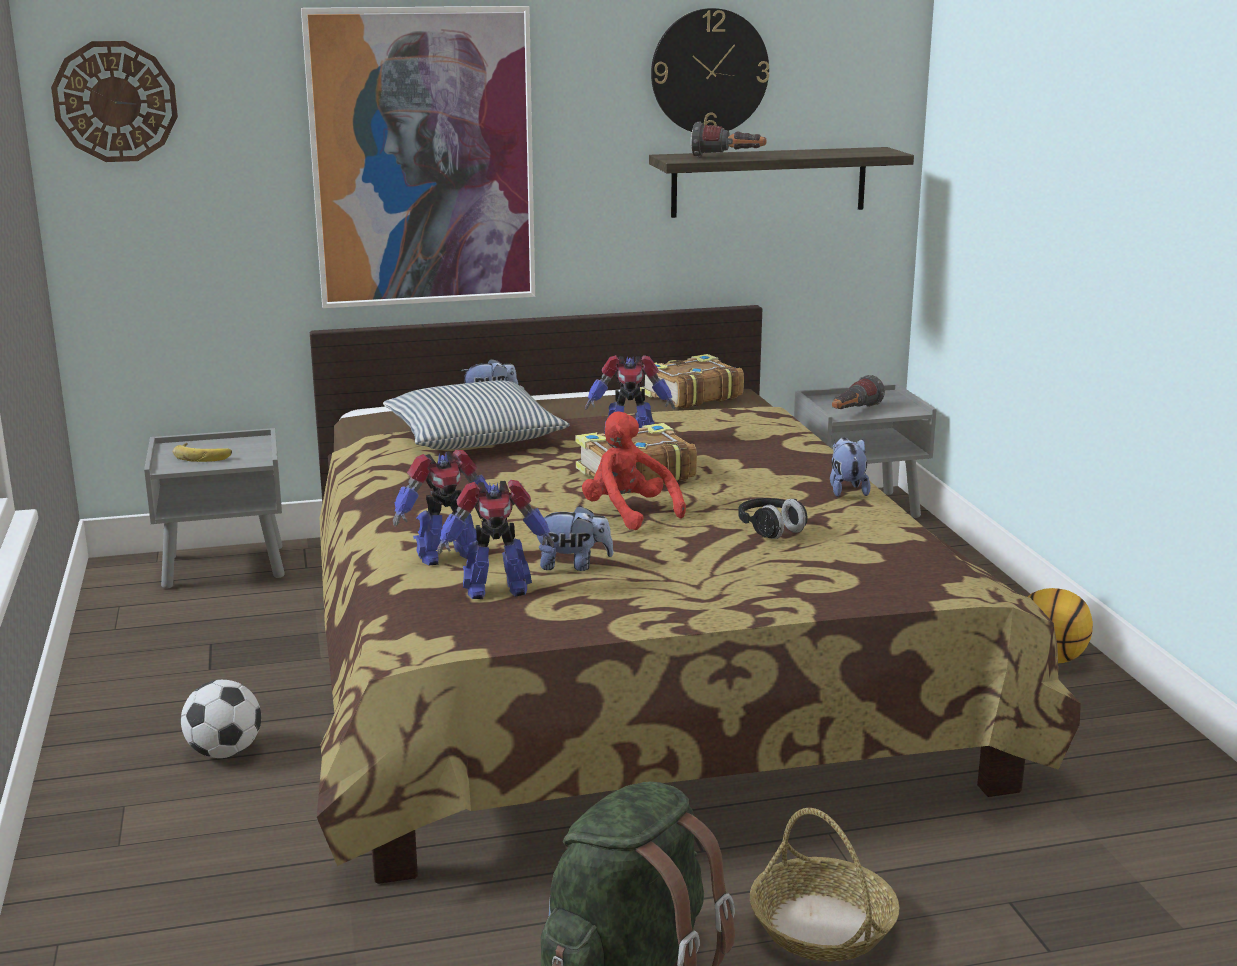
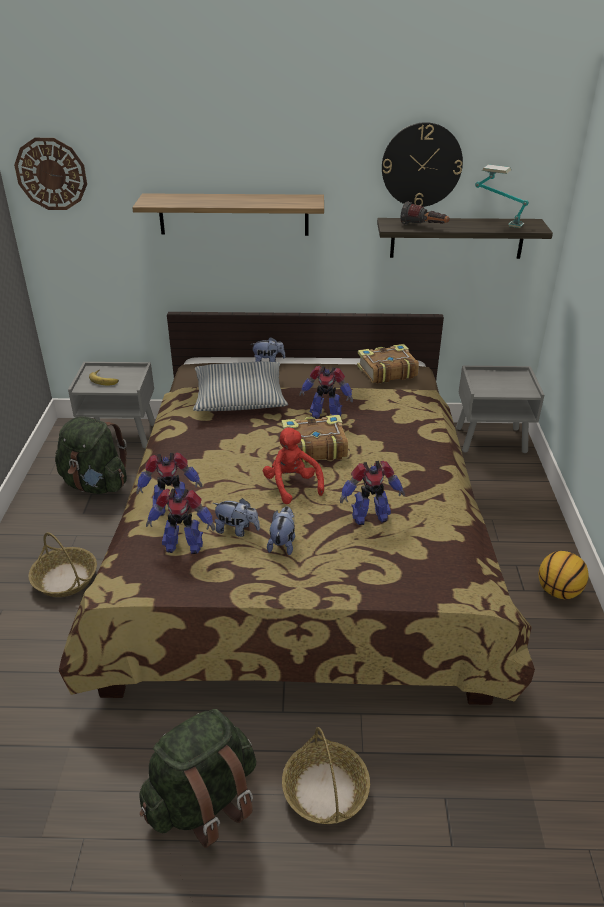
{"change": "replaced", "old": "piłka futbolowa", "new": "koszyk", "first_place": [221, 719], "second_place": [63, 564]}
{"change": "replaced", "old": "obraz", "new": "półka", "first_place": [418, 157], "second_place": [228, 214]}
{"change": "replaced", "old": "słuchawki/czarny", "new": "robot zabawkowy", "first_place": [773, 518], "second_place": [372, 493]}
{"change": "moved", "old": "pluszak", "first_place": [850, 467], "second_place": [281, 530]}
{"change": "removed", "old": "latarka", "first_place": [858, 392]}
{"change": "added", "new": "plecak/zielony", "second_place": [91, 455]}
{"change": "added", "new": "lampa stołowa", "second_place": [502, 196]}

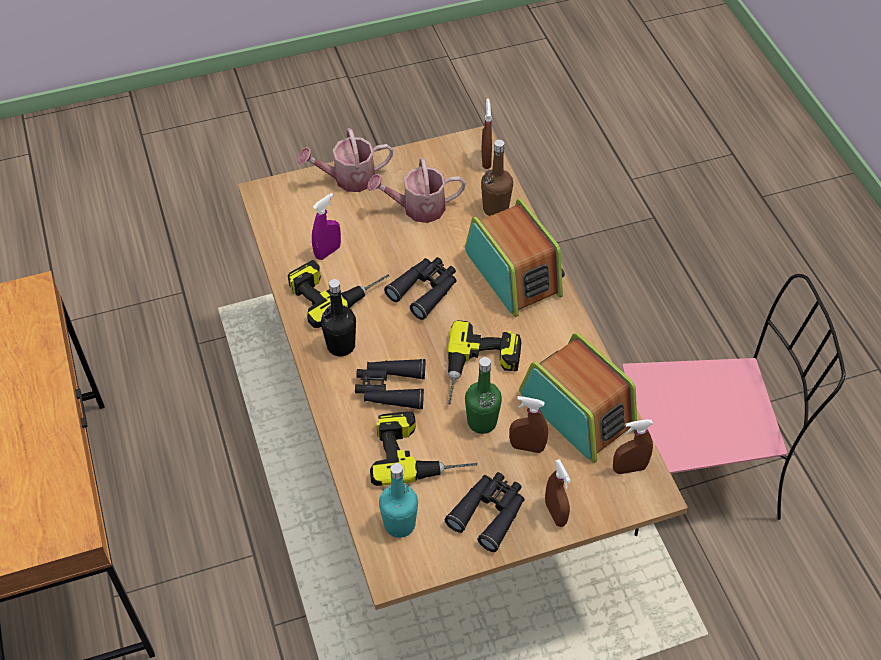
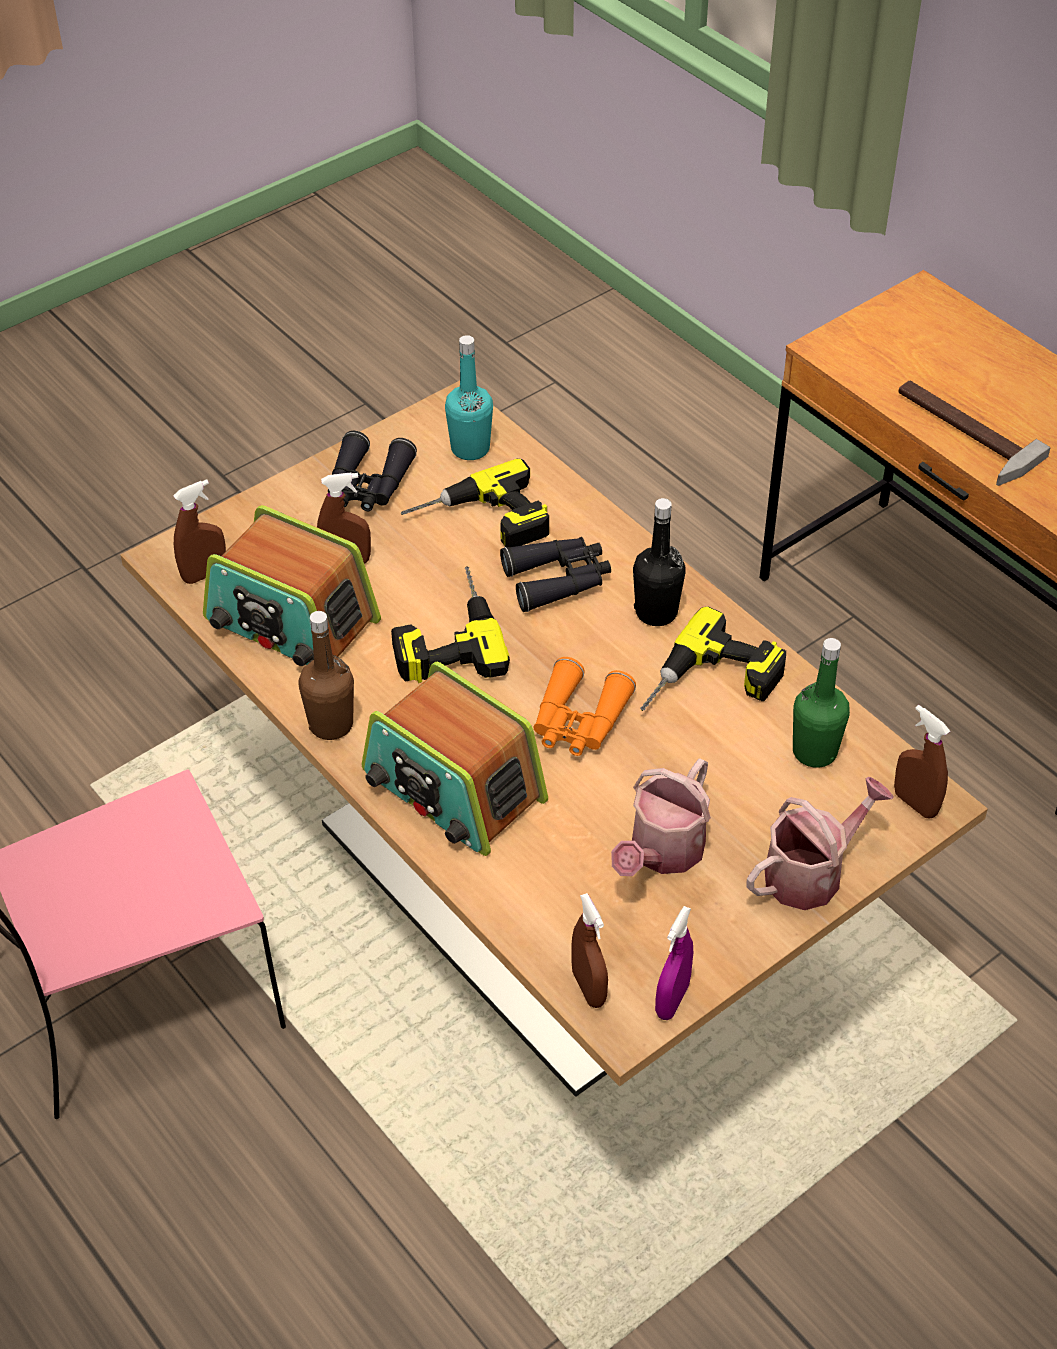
{"change": "moved", "old": "spryskiwacz/fioletowy", "first_place": [326, 226], "second_place": [674, 963]}
{"change": "turned", "old": "konewka", "first_place": [416, 190], "second_place": [661, 817], "degrees": 150}
{"change": "recoloured", "old": "lornetka/czarny", "new": "lornetka/pomarańczowy", "first_place": [420, 288], "second_place": [584, 706]}
{"change": "moved", "old": "butelka/zielony", "first_place": [483, 395], "second_place": [821, 703]}
{"change": "moved", "old": "butelka/brązowy", "first_place": [497, 178], "second_place": [326, 675]}
{"change": "moved", "old": "spryskiwacz/brązowy", "first_place": [558, 493], "second_place": [922, 761]}
{"change": "added", "new": "młotek", "second_place": [974, 433]}

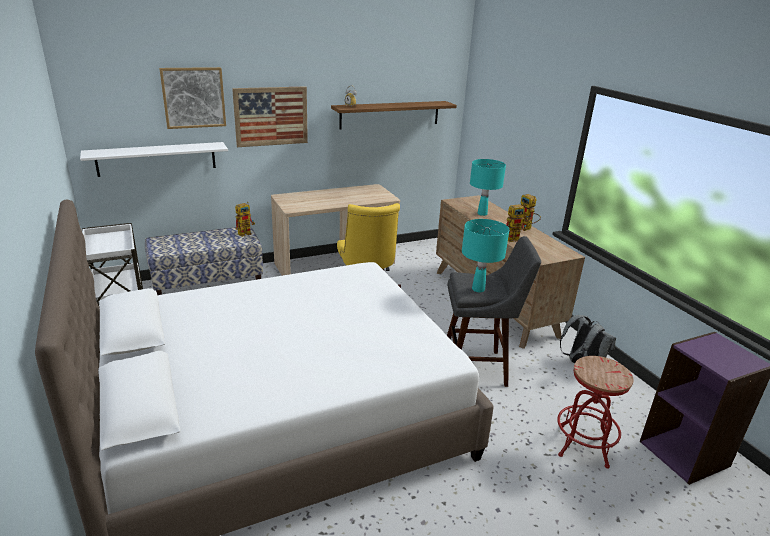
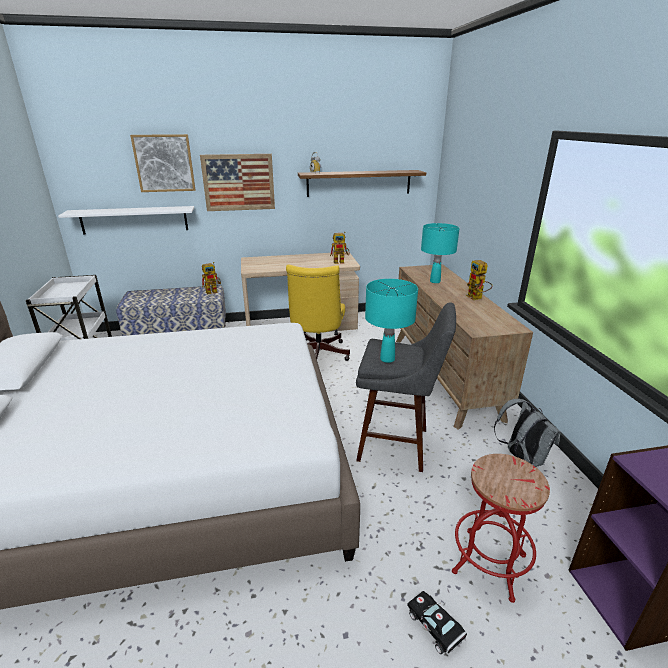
{"change": "moved", "old": "robot zabawkowy", "first_place": [516, 223], "second_place": [339, 248]}
{"change": "added", "new": "samochodzik/czarny", "second_place": [437, 622]}

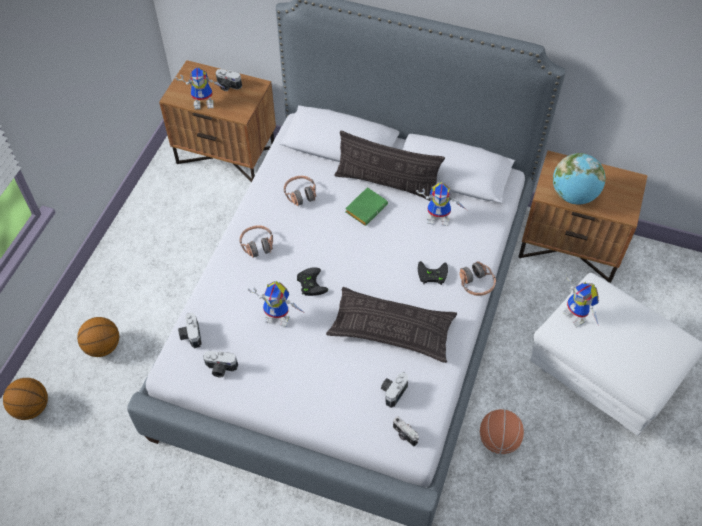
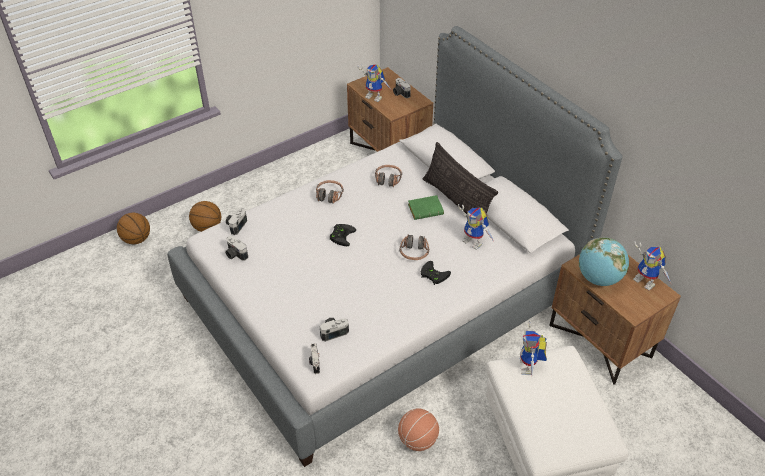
{"change": "moved", "old": "robot zabawkowy", "first_place": [275, 304], "second_place": [652, 266]}
{"change": "removed", "old": "poduszka", "first_place": [391, 325]}
{"change": "moved", "old": "słuchawki", "first_place": [477, 278], "second_place": [414, 247]}

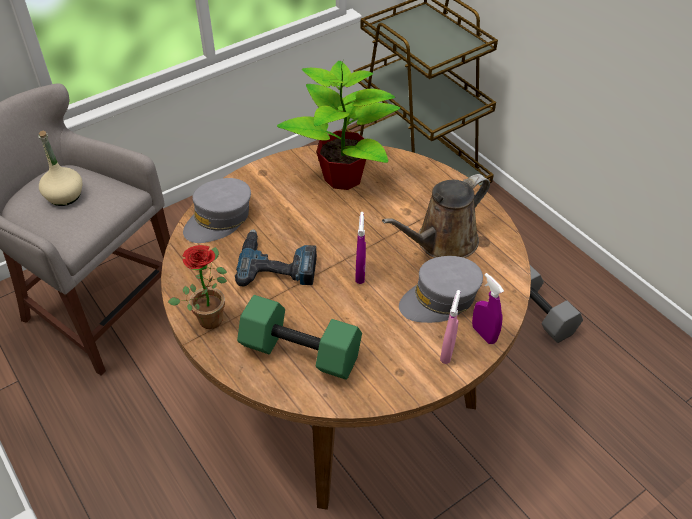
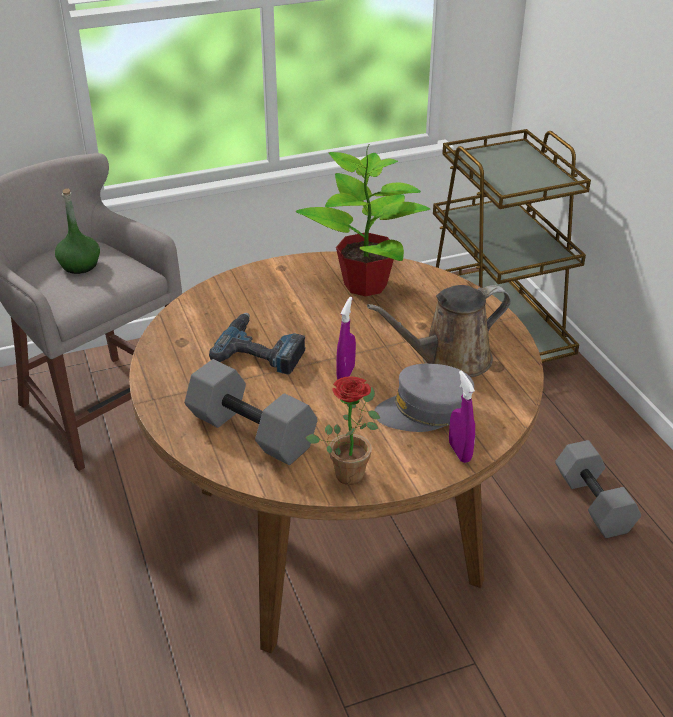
{"change": "recoloured", "old": "butelka/beżowy", "new": "butelka/zielony", "first_place": [60, 168], "second_place": [77, 231]}
{"change": "moved", "old": "roślina doniczkowa", "first_place": [197, 287], "second_place": [343, 430]}
{"change": "removed", "old": "czapka z daszkiem/szary", "first_place": [217, 210]}
{"change": "recoloured", "old": "hantel/zielony", "new": "hantel/szary", "first_place": [299, 337], "second_place": [251, 412]}
{"change": "removed", "old": "spryskiwacz/różowy", "first_place": [450, 327]}

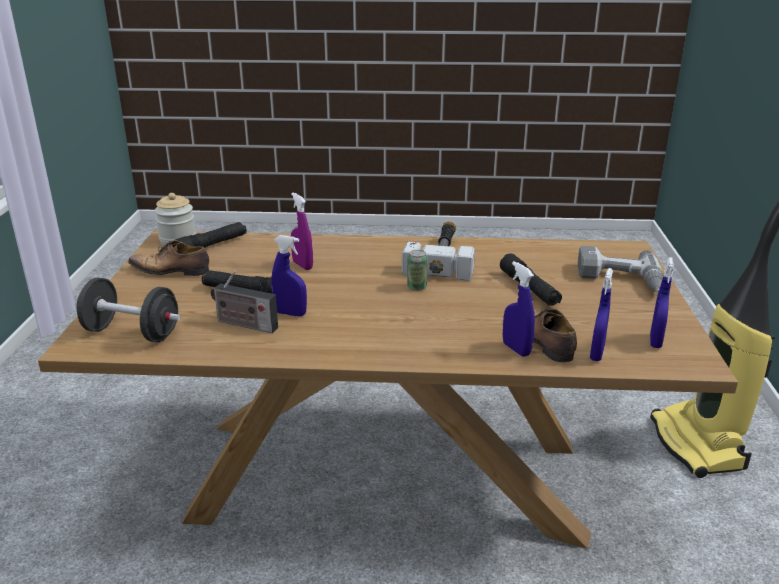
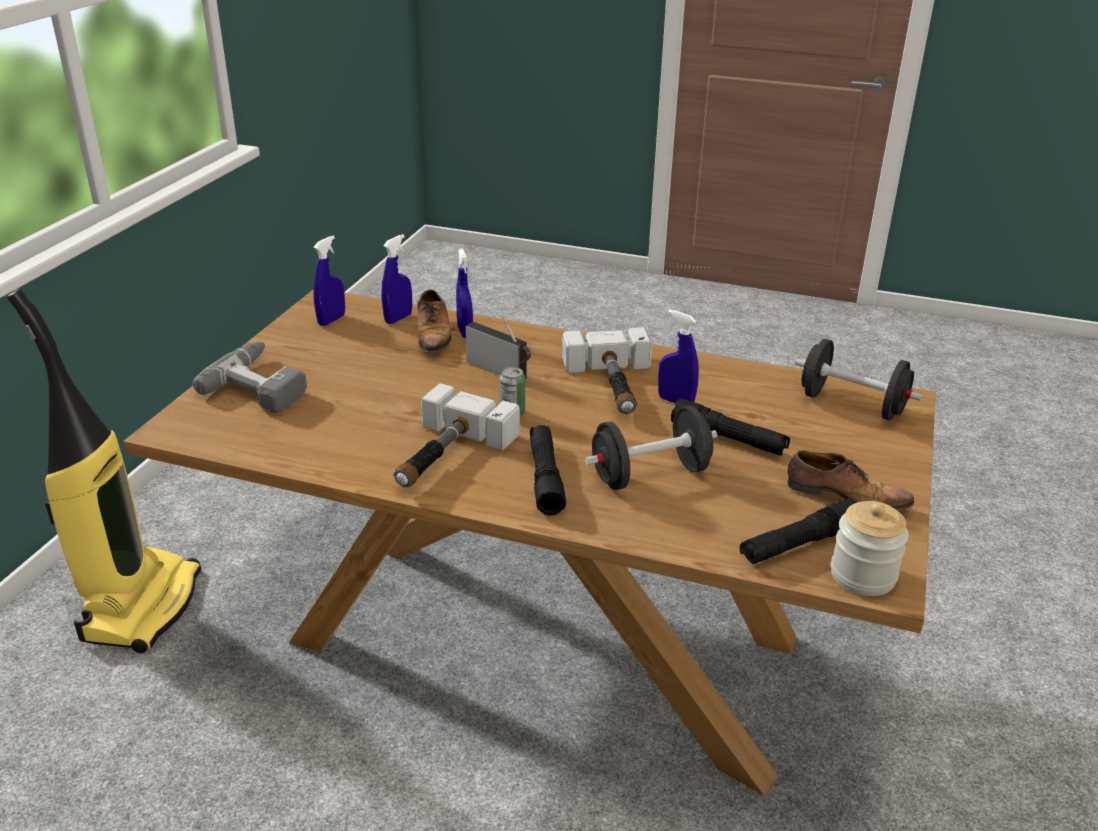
{"change": "moved", "old": "radio", "first_place": [244, 301], "second_place": [498, 347]}
{"change": "replaced", "old": "spryskiwacz/fioletowy", "new": "hantel/czarny", "first_place": [302, 231], "second_place": [651, 448]}
{"change": "moved", "old": "latarka/czarny", "first_place": [531, 279], "second_place": [548, 470]}
{"change": "added", "new": "młotek", "second_place": [607, 371]}

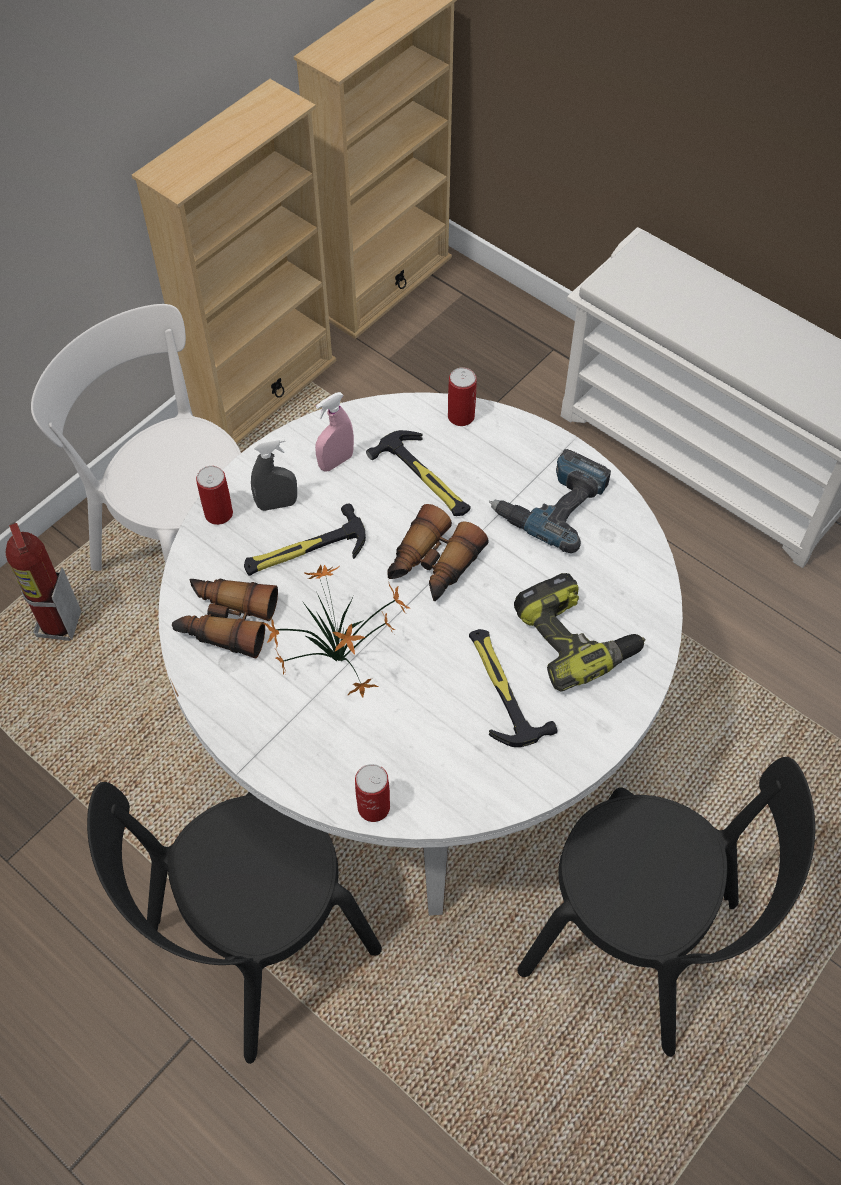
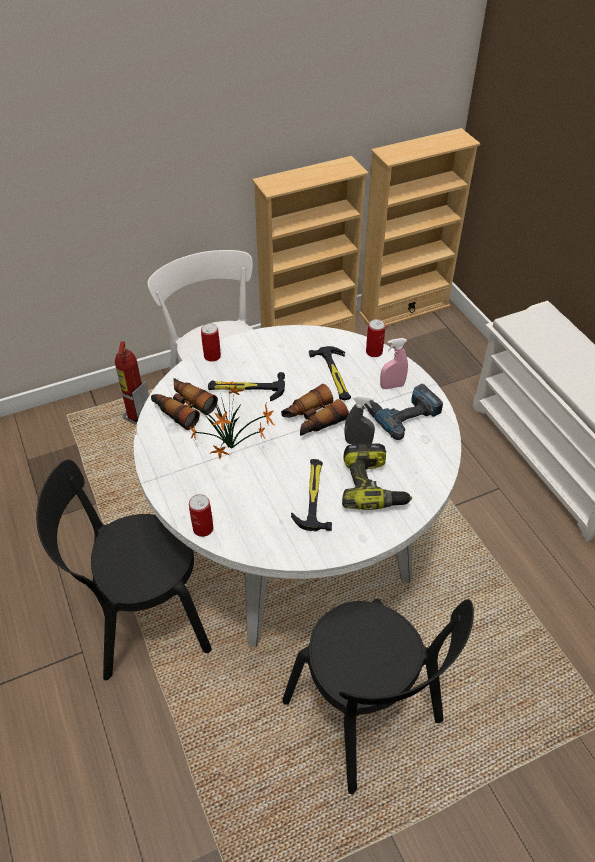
{"change": "moved", "old": "spryskiwacz/szary", "first_place": [274, 474], "second_place": [360, 419]}
{"change": "moved", "old": "spryskiwacz/różowy", "first_place": [334, 432], "second_place": [394, 363]}

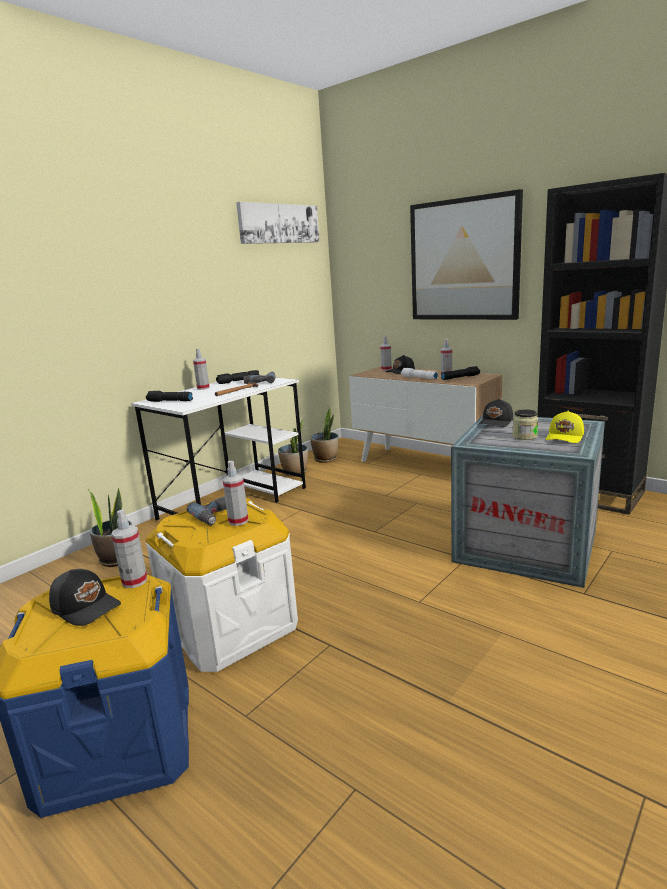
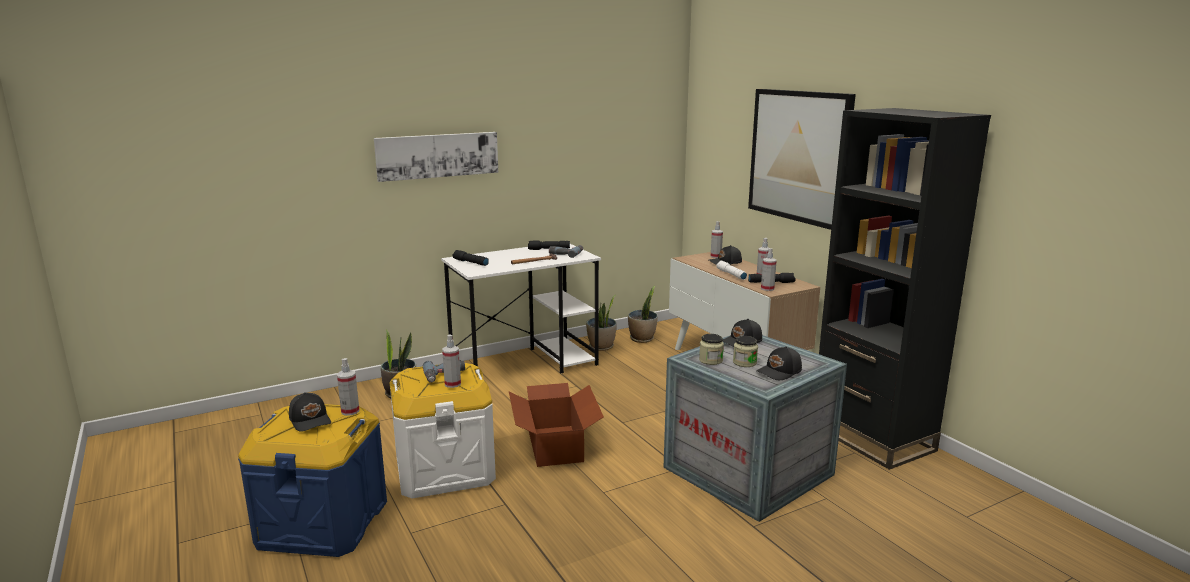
{"change": "moved", "old": "spryskiwacz", "first_place": [201, 369], "second_place": [769, 269]}
{"change": "moved", "old": "obraz", "first_place": [278, 223], "second_place": [436, 157]}
{"change": "recoloured", "old": "czapka z daszkiem/żółty", "new": "czapka z daszkiem/czarny", "first_place": [565, 427], "second_place": [779, 363]}
{"change": "added", "new": "karton", "second_place": [556, 425]}
{"change": "added", "new": "słoik", "second_place": [711, 349]}

